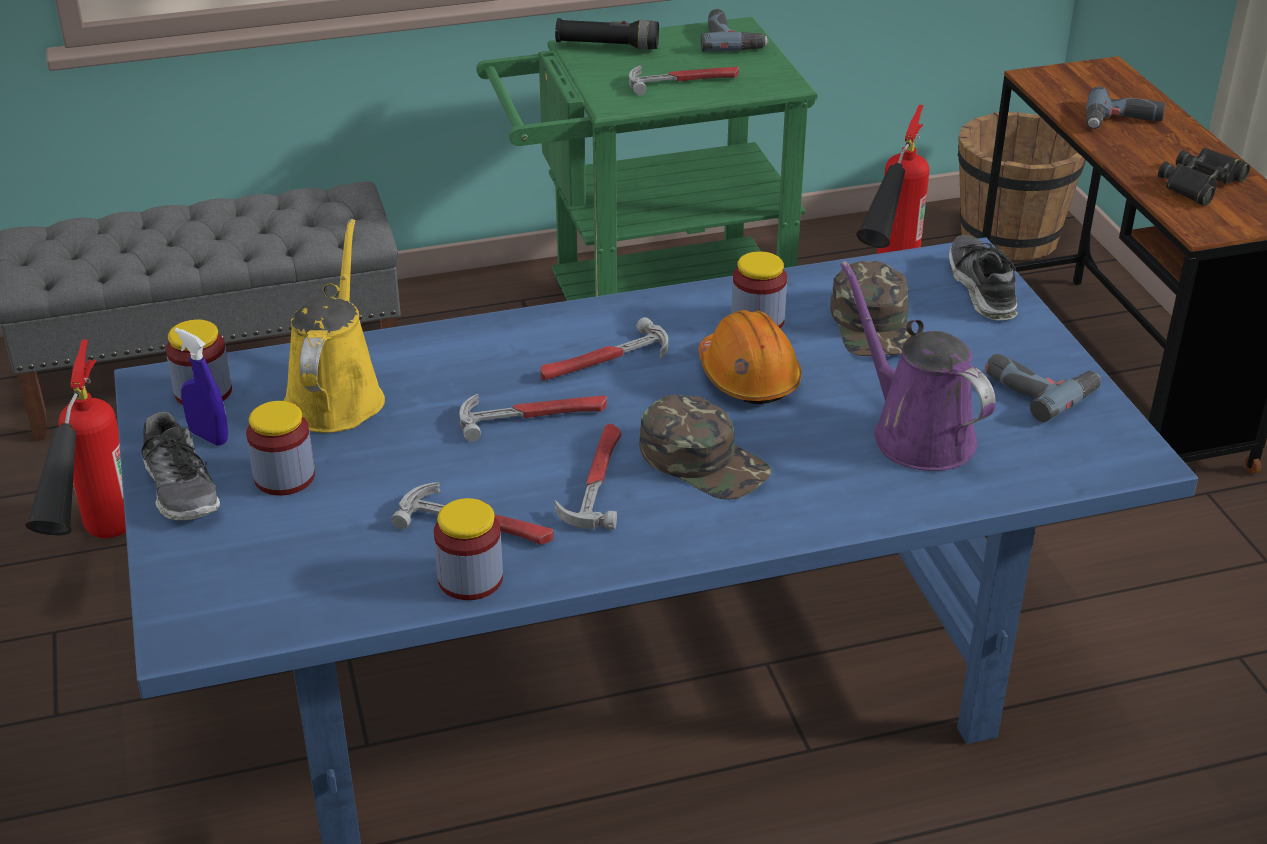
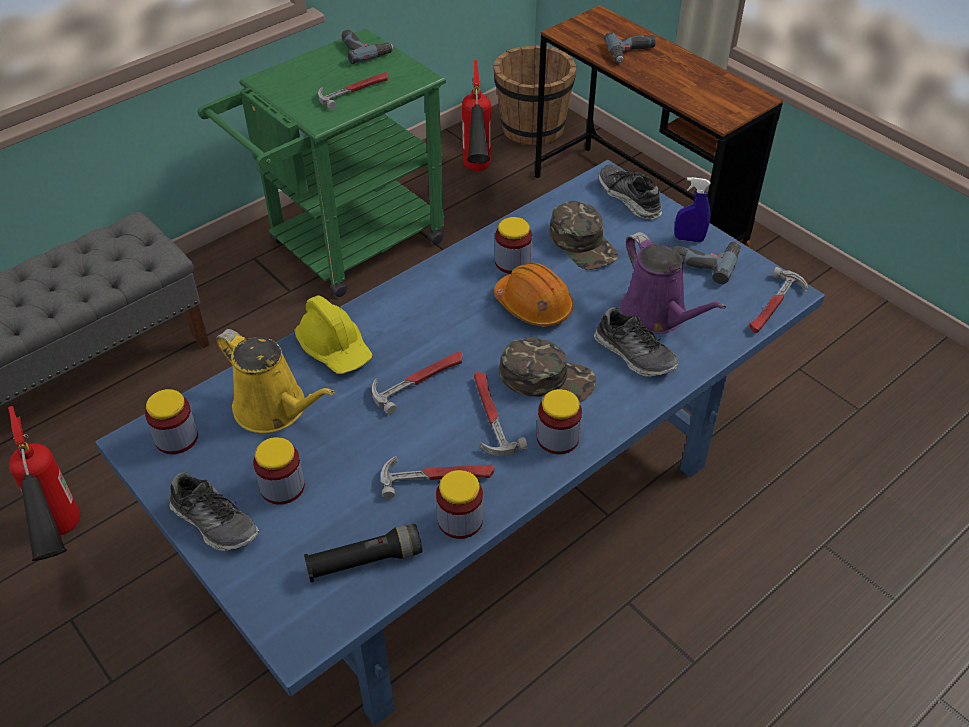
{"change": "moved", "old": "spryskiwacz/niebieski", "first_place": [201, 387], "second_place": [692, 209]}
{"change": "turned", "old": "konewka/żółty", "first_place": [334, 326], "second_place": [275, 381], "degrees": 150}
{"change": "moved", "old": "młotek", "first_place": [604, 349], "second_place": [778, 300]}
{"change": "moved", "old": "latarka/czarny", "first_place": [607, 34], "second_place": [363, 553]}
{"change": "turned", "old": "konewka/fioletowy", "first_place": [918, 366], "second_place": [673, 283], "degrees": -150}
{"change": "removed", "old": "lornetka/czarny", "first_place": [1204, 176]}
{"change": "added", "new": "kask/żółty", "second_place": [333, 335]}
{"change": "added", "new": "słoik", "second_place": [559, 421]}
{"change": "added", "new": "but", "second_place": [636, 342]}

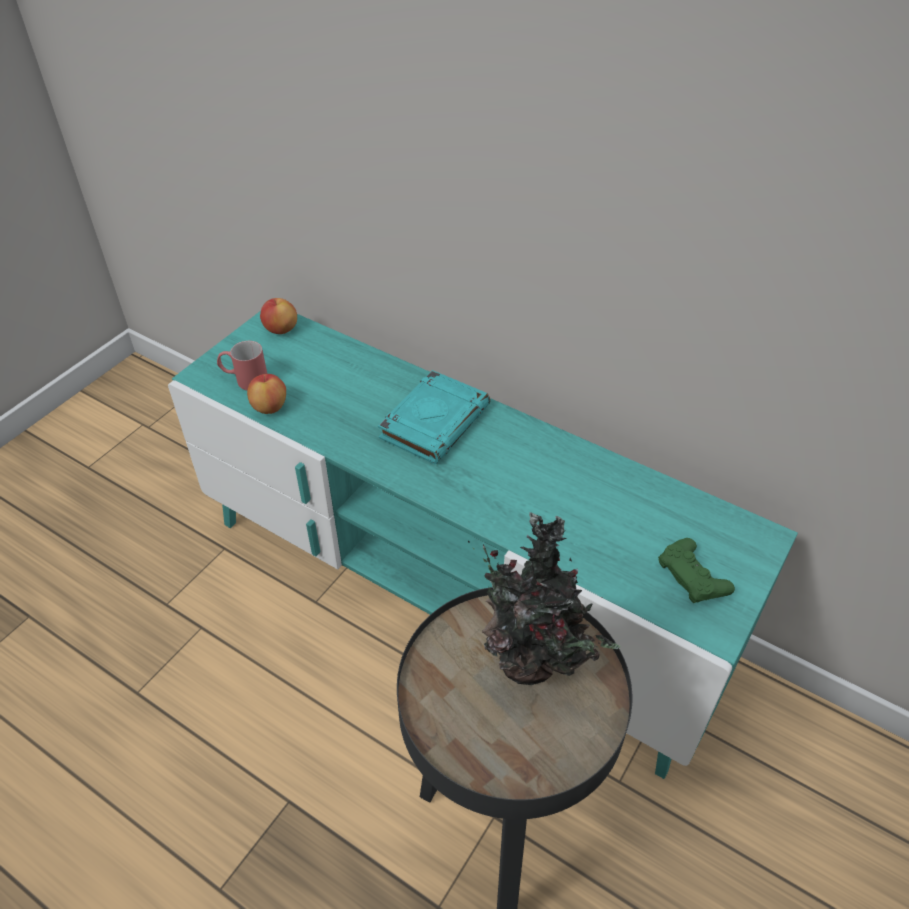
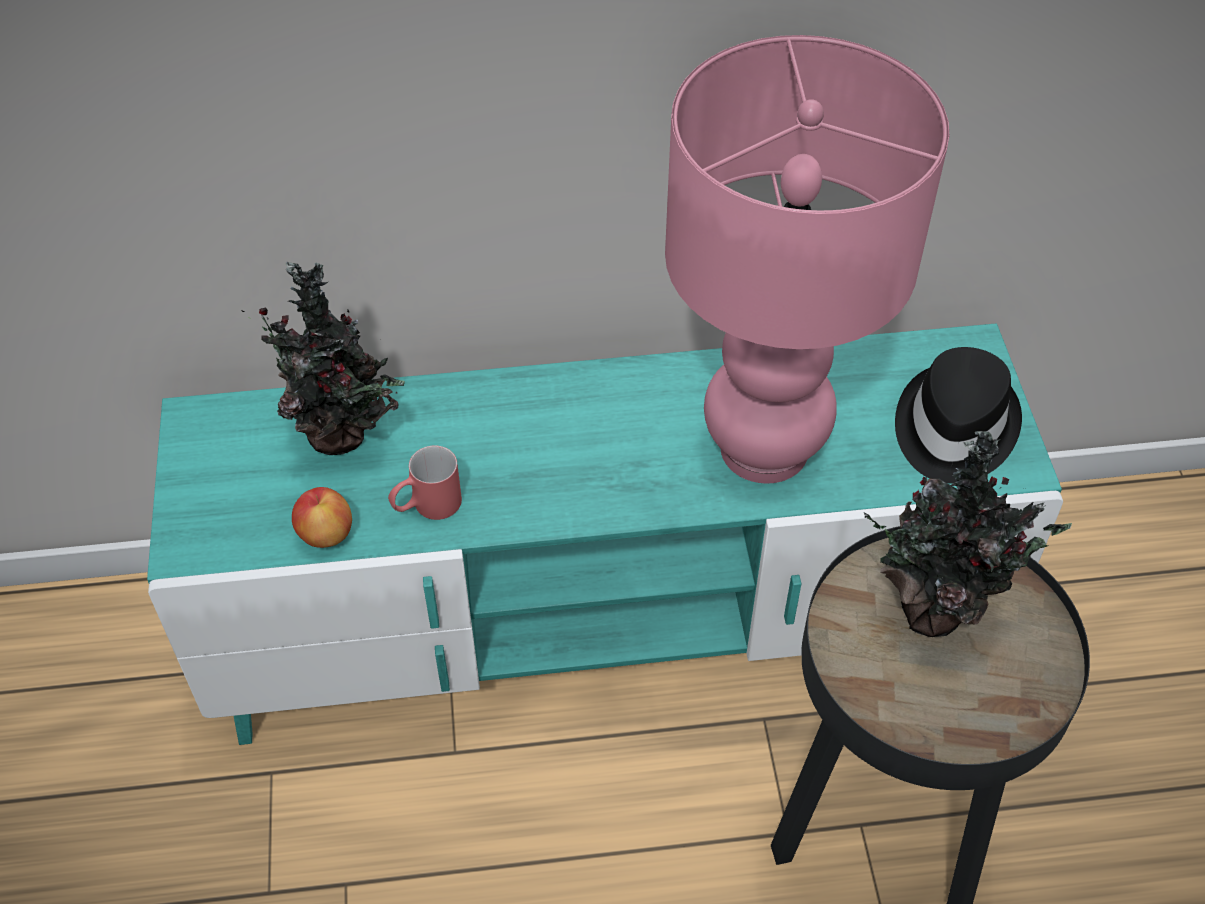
{"change": "moved", "old": "kubek/czerwony", "first_place": [242, 365], "second_place": [425, 482]}
{"change": "removed", "old": "jabłko", "first_place": [278, 316]}
{"change": "removed", "old": "książka/turkusowy", "first_place": [434, 417]}
{"change": "replaced", "old": "pad do gier/zielony", "new": "kapelusz/czarny", "first_place": [696, 570], "second_place": [958, 415]}
{"change": "added", "new": "roślina doniczkowa", "second_place": [323, 358]}
{"change": "added", "new": "lampa stołowa/różowy", "second_place": [807, 259]}

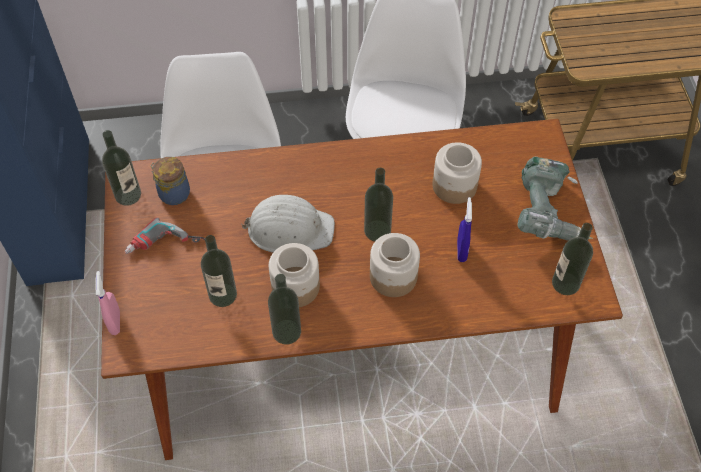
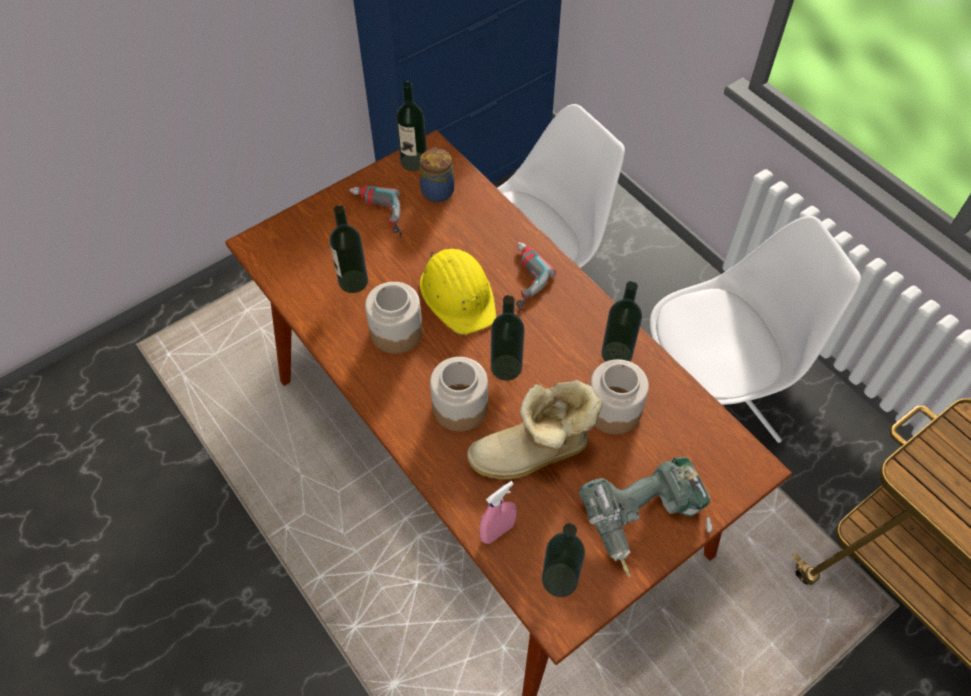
{"change": "moved", "old": "spryskiwacz/różowy", "first_place": [108, 303], "second_place": [497, 512]}
{"change": "recoloured", "old": "kask/biały", "new": "kask/żółty", "first_place": [288, 224], "second_place": [458, 292]}
{"change": "moved", "old": "butelka", "first_place": [284, 309], "second_place": [621, 321]}
{"change": "replaced", "old": "spryskiwacz/niebieski", "new": "but z cholewką", "first_place": [464, 229], "second_place": [534, 430]}
{"change": "added", "new": "wiertarka", "second_place": [536, 277]}

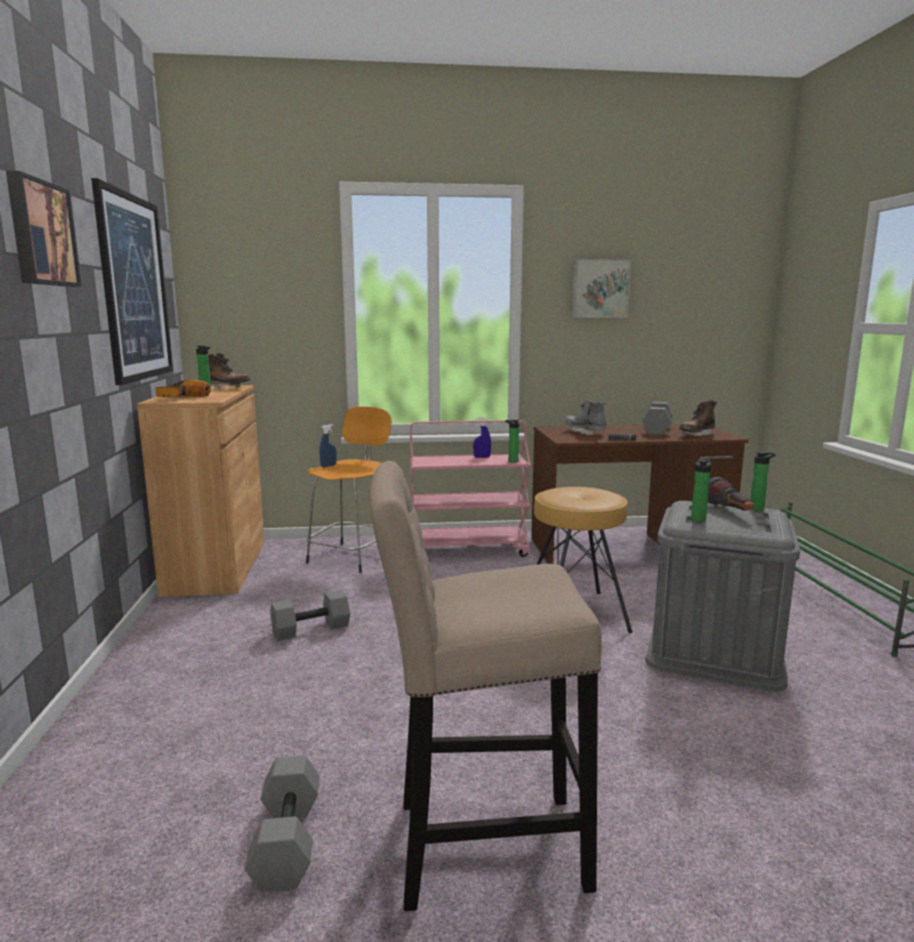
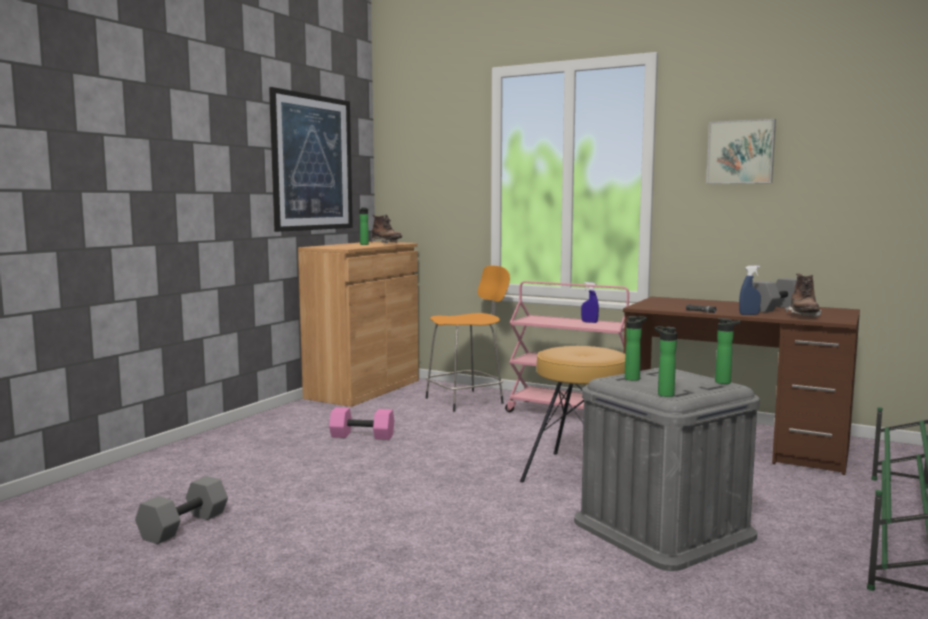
{"change": "removed", "old": "obraz", "first_place": [43, 229]}
{"change": "removed", "old": "wiertarka", "first_place": [183, 388]}
{"change": "recoloured", "old": "hantel/szary", "new": "hantel/różowy", "first_place": [310, 615], "second_place": [361, 423]}
{"change": "moved", "old": "spryskiwacz/niebieski", "first_place": [328, 445], "second_place": [750, 290]}
{"change": "removed", "old": "stołek/beżowy", "first_place": [485, 686]}
{"change": "moved", "old": "butelka", "first_place": [512, 441], "second_place": [665, 361]}
{"change": "removed", "old": "but z cholewką/szary", "first_place": [584, 418]}
{"change": "turned", "old": "but z cholewką/brązowy", "first_place": [698, 417], "second_place": [803, 295], "degrees": -75}
{"change": "removed", "old": "latarka", "first_place": [731, 494]}

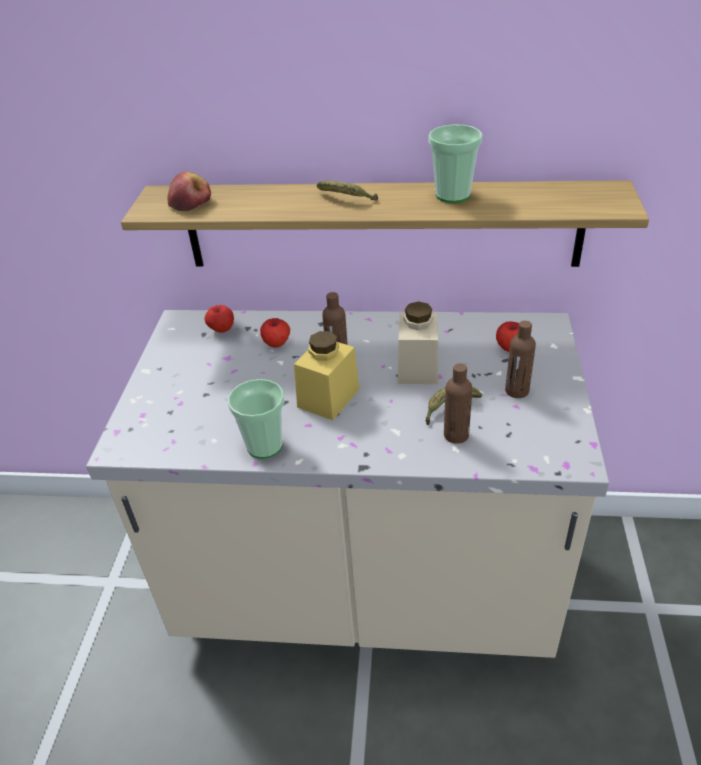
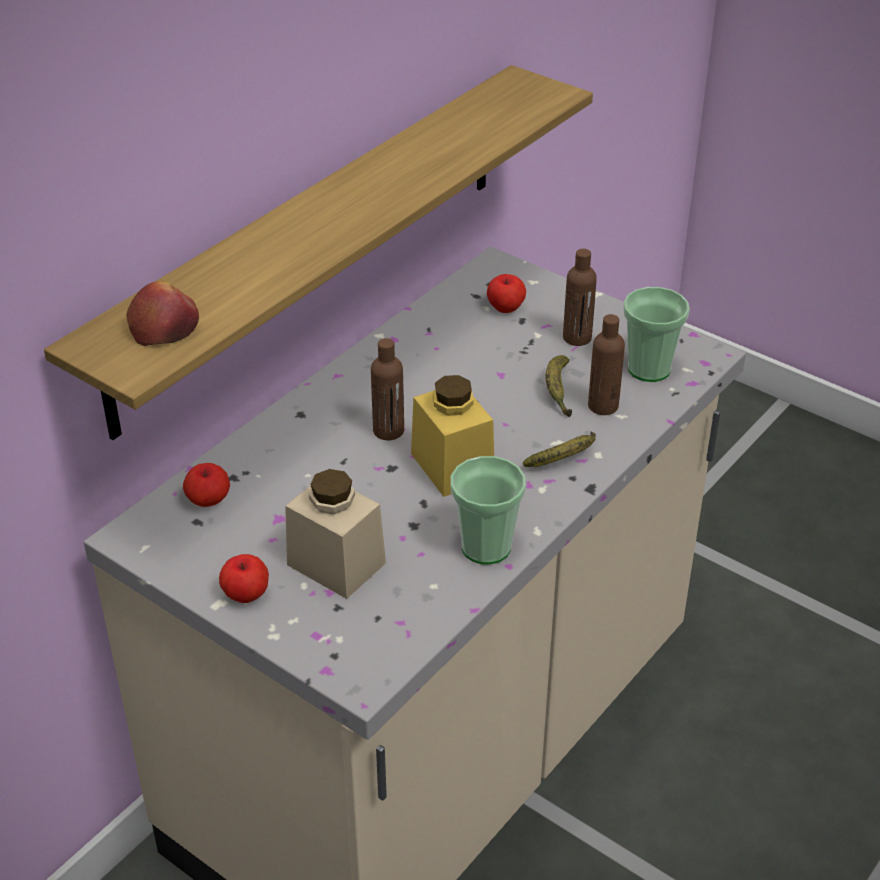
{"change": "moved", "old": "jabłko", "first_place": [275, 332], "second_place": [244, 578]}
{"change": "moved", "old": "banan", "first_place": [347, 190], "second_place": [559, 449]}
{"change": "moved", "old": "słoik/beżowy", "first_place": [417, 342], "second_place": [335, 534]}
{"change": "moved", "old": "filiżanka", "first_place": [455, 163], "second_place": [656, 334]}

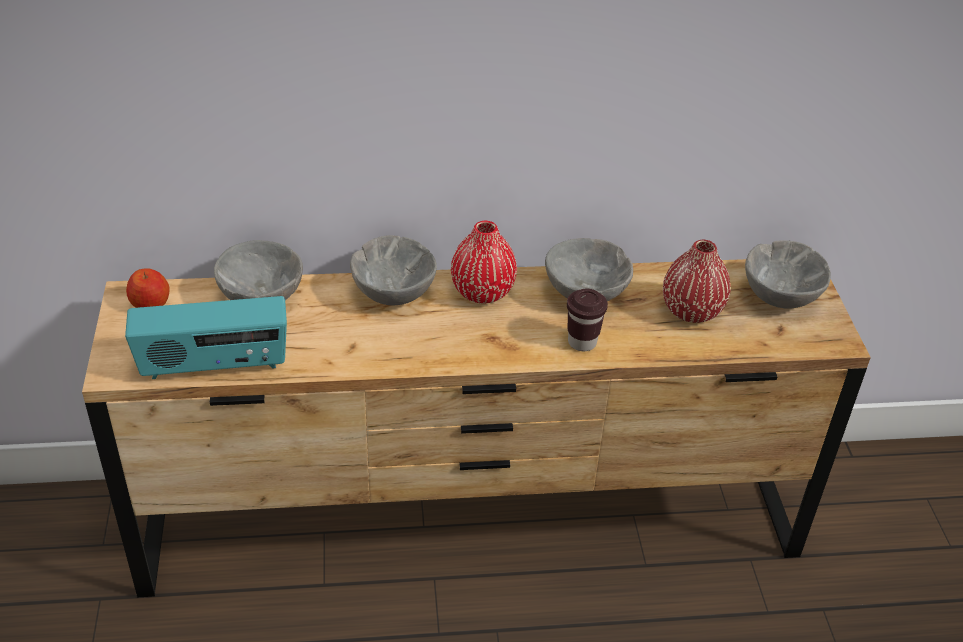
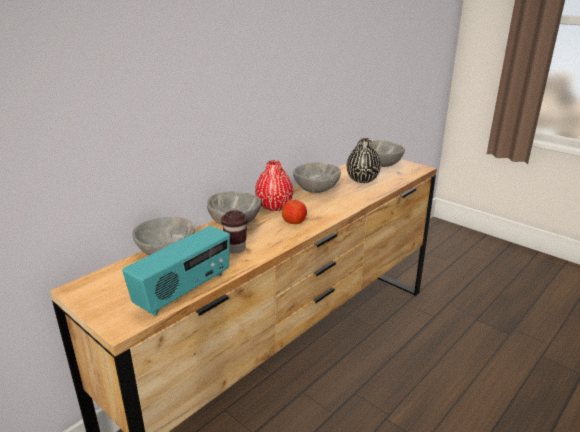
{"change": "moved", "old": "jabłko", "first_place": [148, 288], "second_place": [294, 211]}
{"change": "moved", "old": "filiżanka/brązowy", "first_place": [587, 320], "second_place": [234, 231]}
{"change": "recoloured", "old": "wazon/czerwony", "new": "wazon/czarny", "first_place": [697, 281], "second_place": [364, 160]}

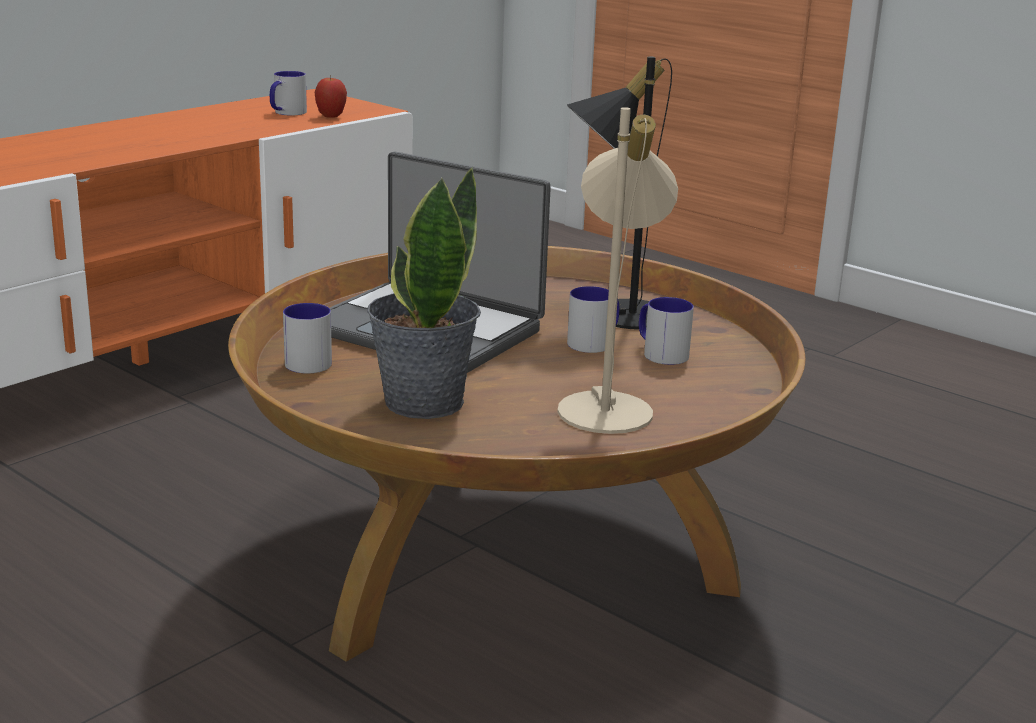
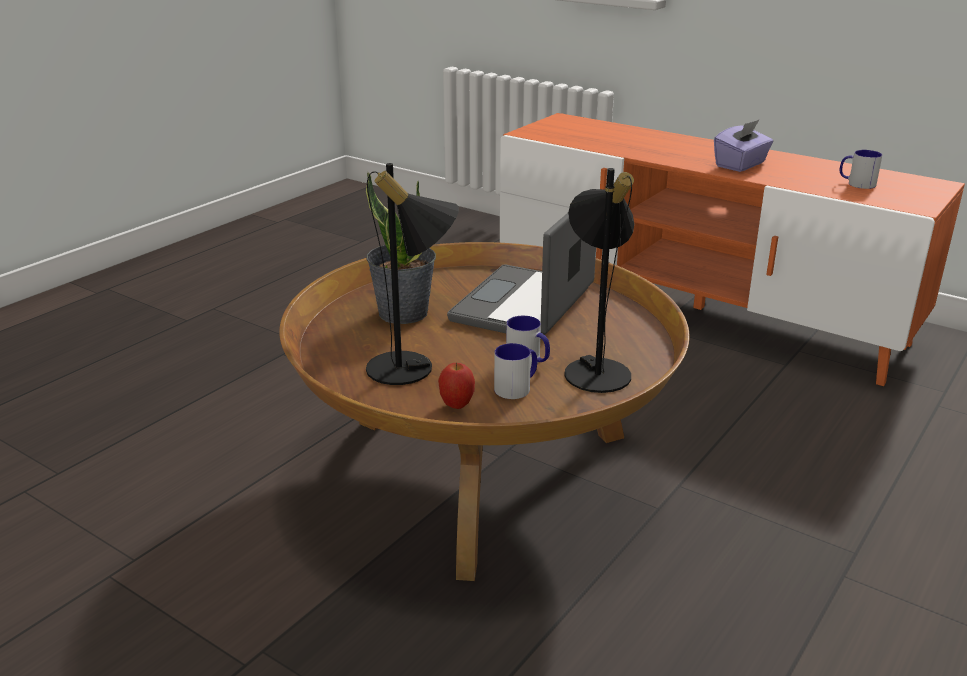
{"change": "removed", "old": "kubek", "first_place": [307, 338]}
{"change": "moved", "old": "jabłko", "first_place": [331, 96], "second_place": [456, 385]}
{"change": "recoloured", "old": "lampa stołowa/beżowy", "new": "lampa stołowa/czarny", "first_place": [618, 270], "second_place": [412, 274]}
{"change": "added", "new": "pudełko chusteczek/fioletowy", "second_place": [743, 145]}

